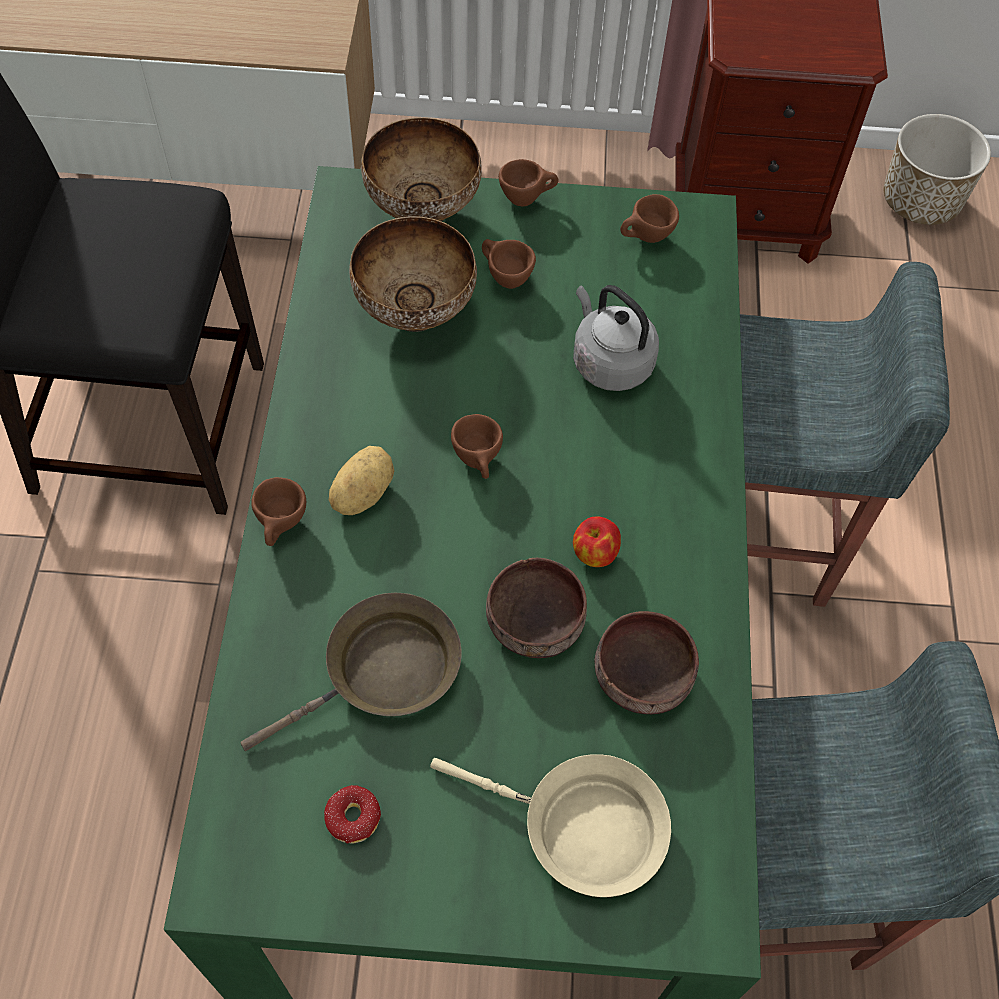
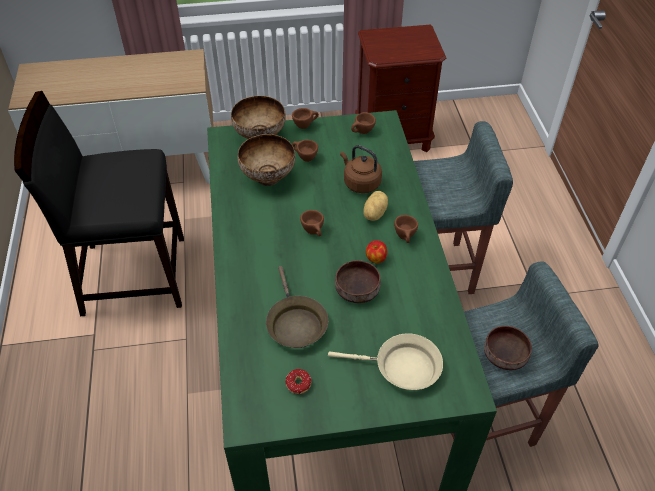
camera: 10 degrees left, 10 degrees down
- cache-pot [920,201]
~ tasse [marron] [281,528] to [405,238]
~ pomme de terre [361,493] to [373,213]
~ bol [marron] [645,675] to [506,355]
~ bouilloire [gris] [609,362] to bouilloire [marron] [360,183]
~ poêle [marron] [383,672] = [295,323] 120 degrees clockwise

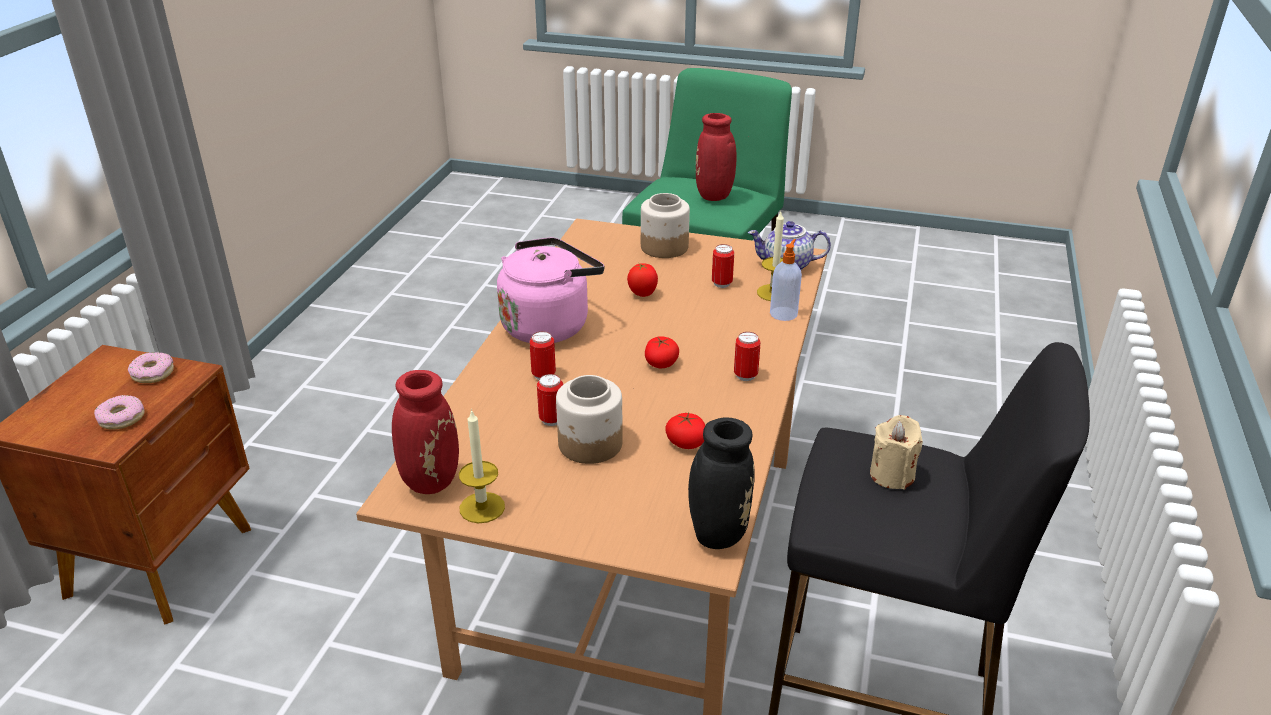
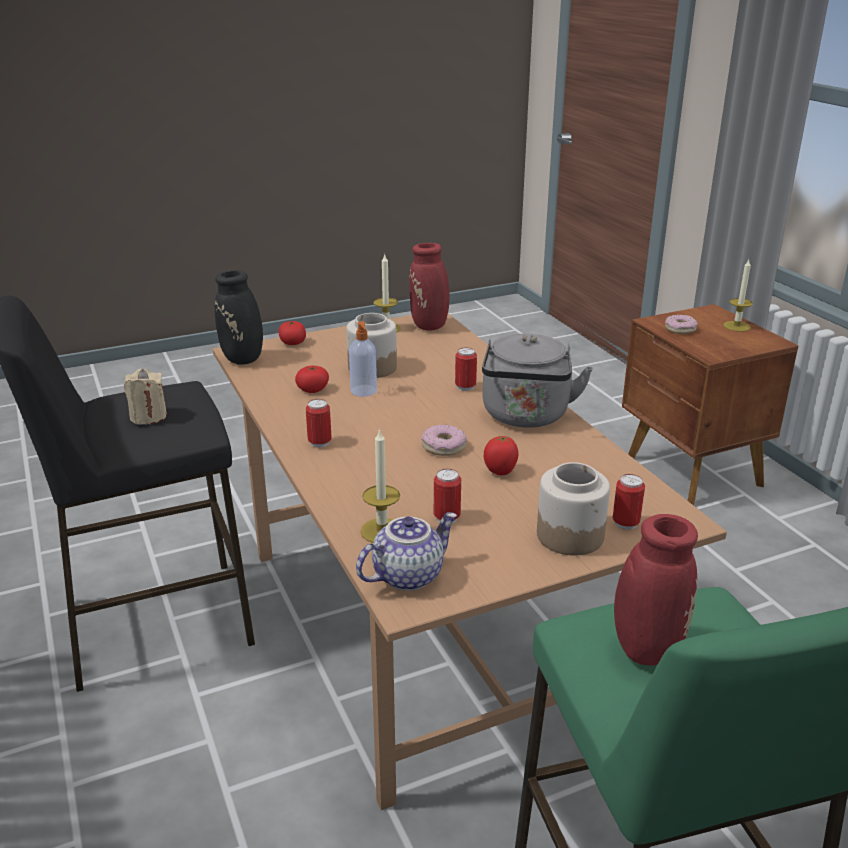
camera: 140 degrees right, 5 degrees down
+ bougie [736,326]
~ beignet [153,373] to [443,447]
~ boîte métallique [552,420] to [625,523]
~ tomate [661,363] to [293,342]
~ distributeur de savon [784,313] to [364,391]
~ bouilloire [rose] [549,324] to bouilloire [gris] [526,417]

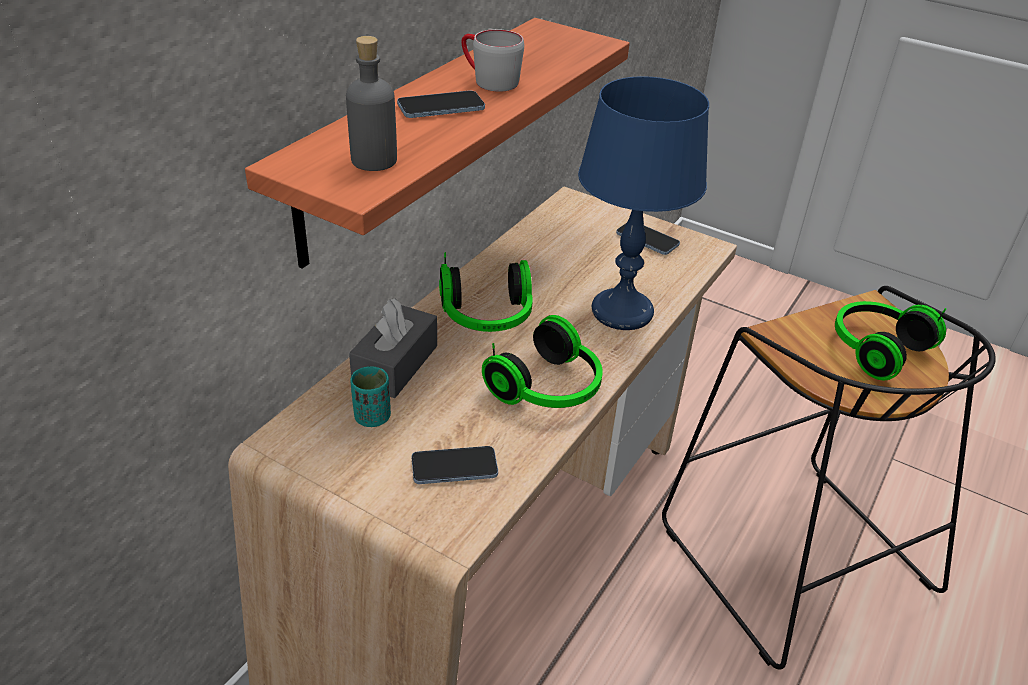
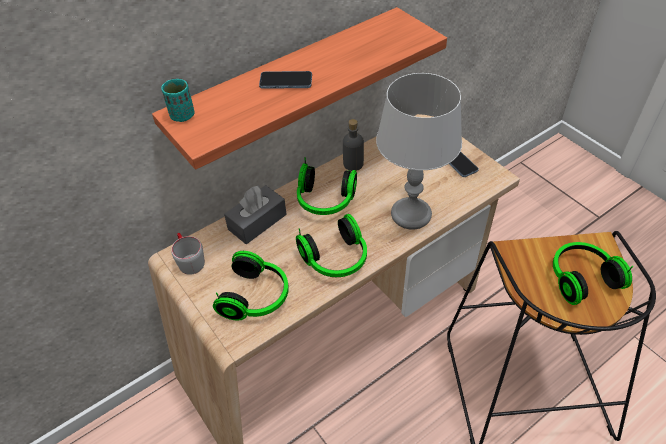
camera: 25 degrees right, 10 degrees up
~ bouteille [gris] [374,160] to [353,164]
~ tasse [turquoise] [372,417] to [182,116]
~ mug [gris] [488,80] to [189,260]
~ téléphone [454,467] to casque audio [257,297]
~ lampe de table [bleu] [621,312] to lampe de table [gris] [410,215]

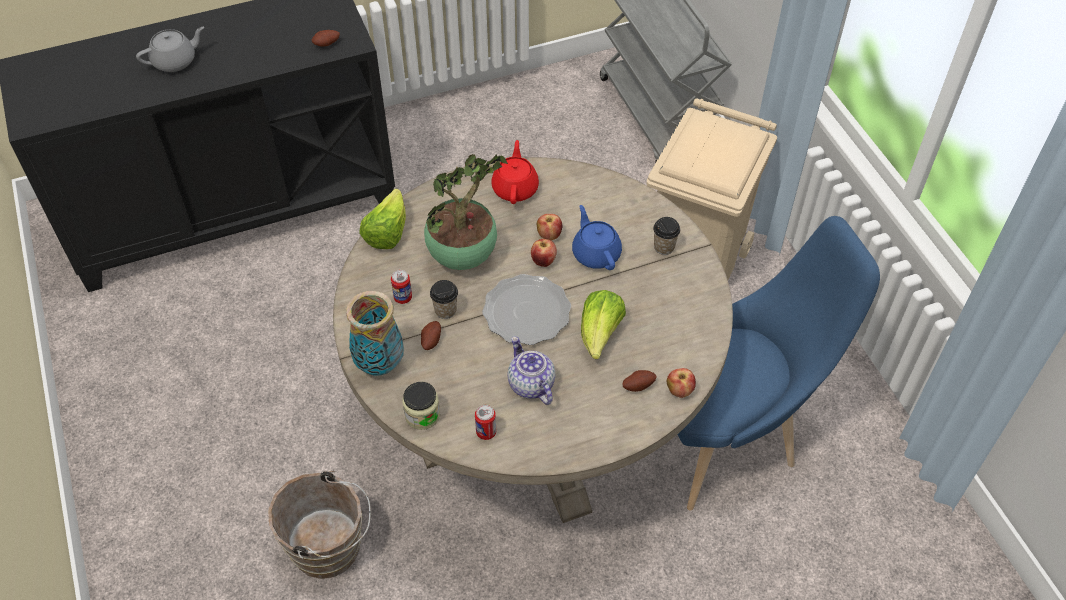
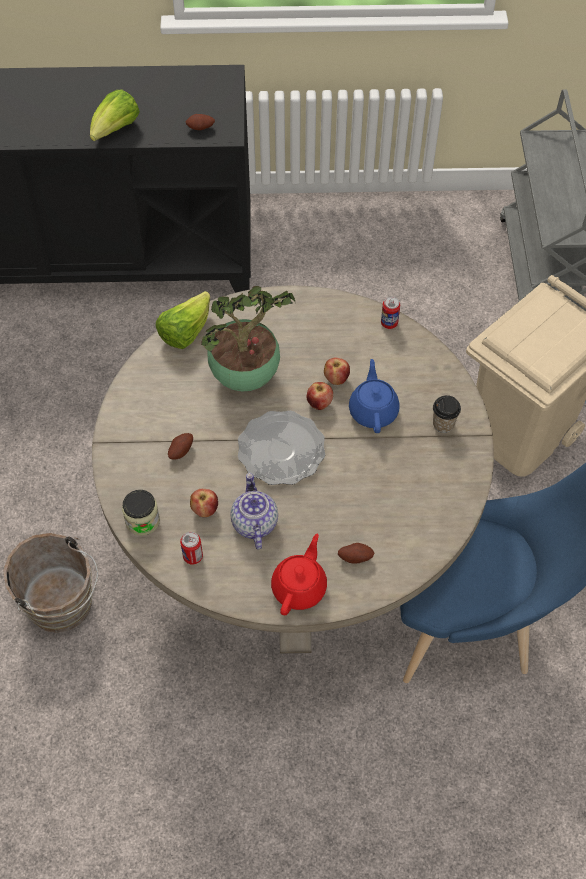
camera: 20 degrees right, 5 degrees up
- théière [gris] [175,61]
- vase [380,364]
- tasse [445,310]
~ boîte métallique [403,297] to [389,323]
~ théière [rouge] [515,188] to [300,587]
~ laitue [600,334] to [115,130]
~ pomme [679,390] to [205,510]

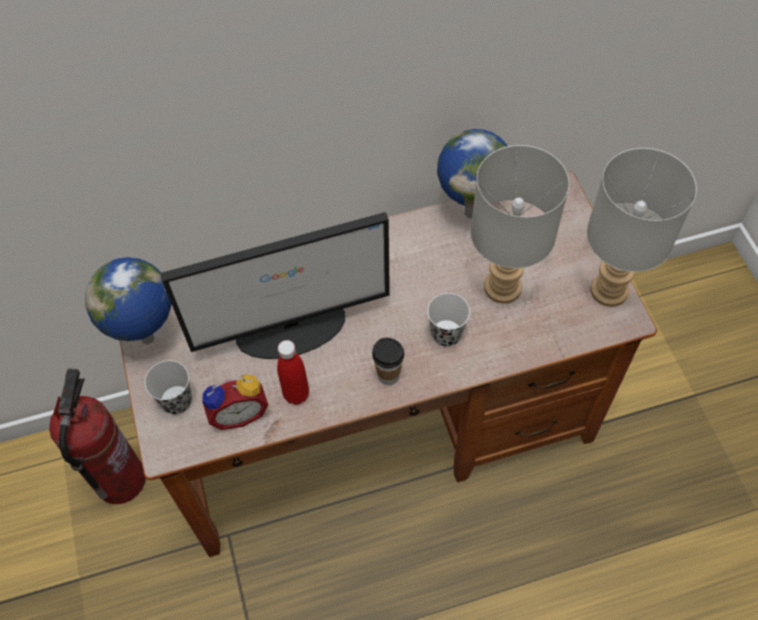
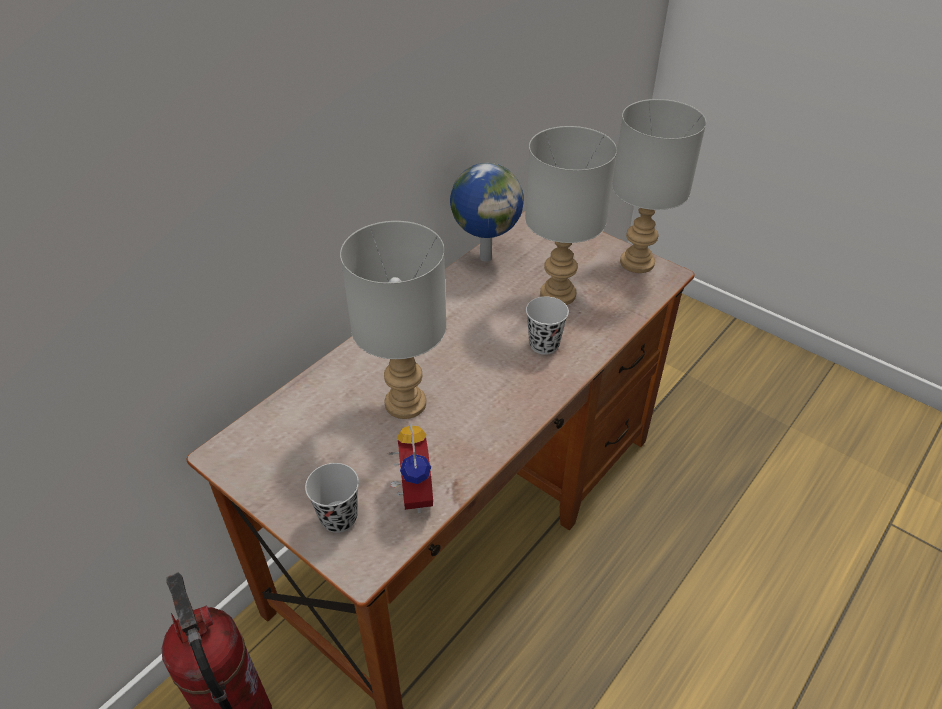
camera: 35 degrees left, 15 degrees down
- globe [149,339]
- bouteille [rouge] [296,394]
- tasse [388,375]
~ écran d'ordinateur [293,327] to lampe de table [gris] [405,402]
~ réveil [238,412] = [411,494] 45 degrees counterclockwise

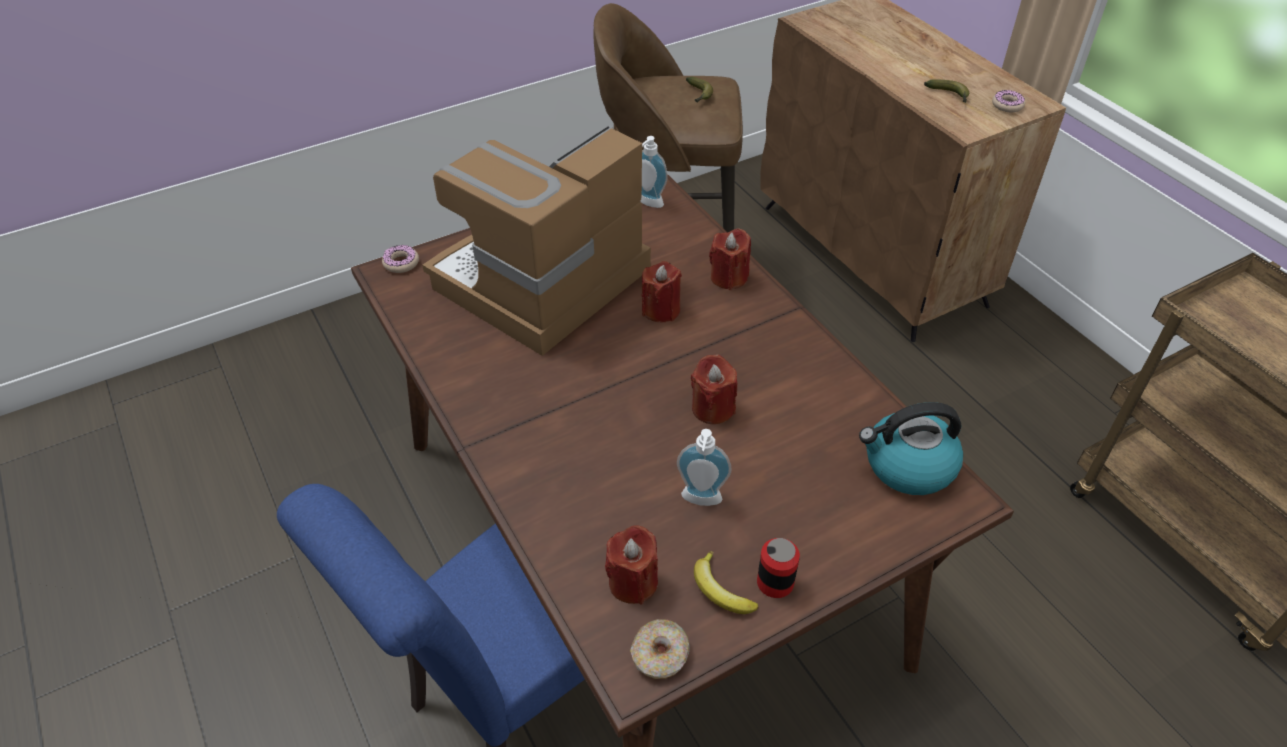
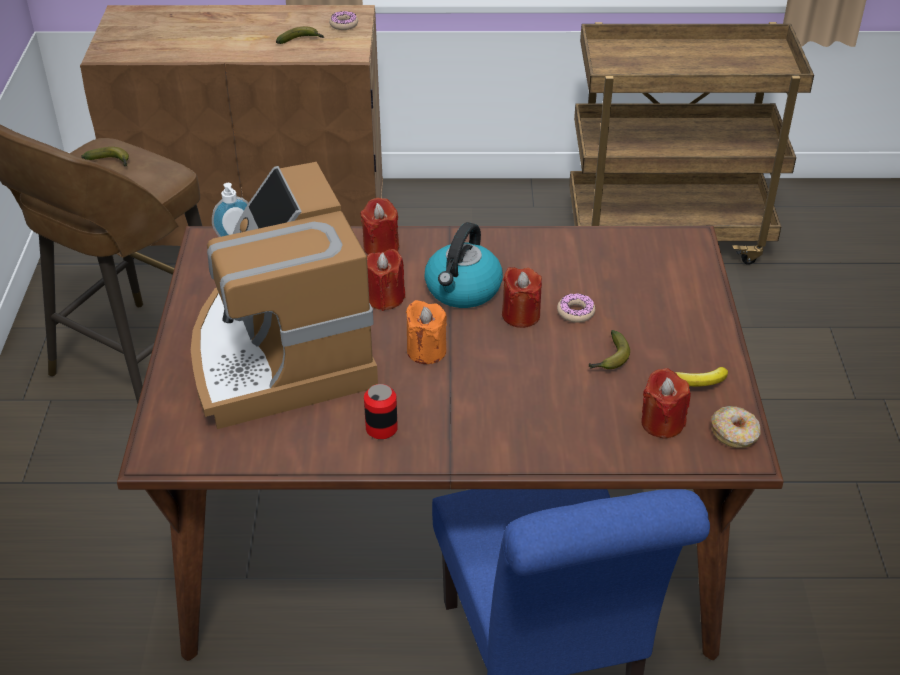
camera: 60 degrees left, 5 degrees down
+ bougie [orange] [426,351]
~ beignet [401,263] to [575,312]
~ boîte métallique [775,583] to [381,428]
~ bouilloire [907,466] to [463,290]
~ distributeur de savon [701,501] to banane [609,359]

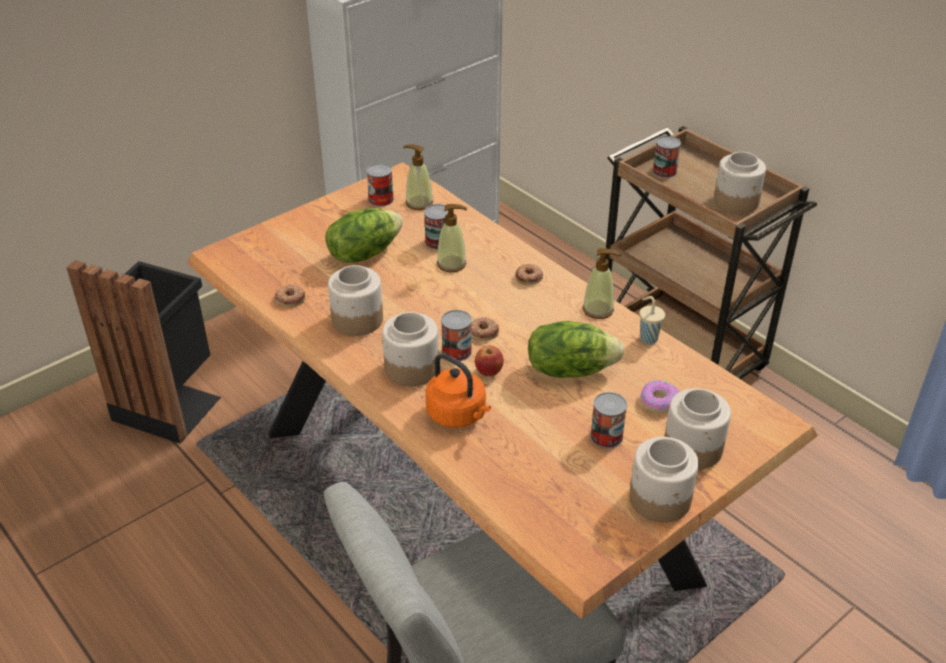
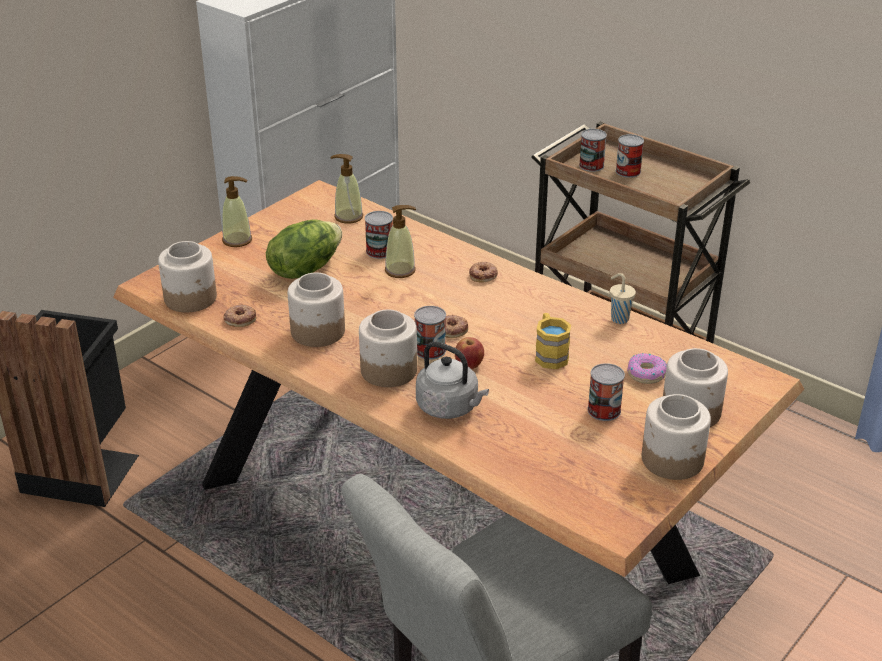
camera: 10 degrees left, 5 degrees down
~ boîte métallique [381,199] to [628,171]
~ distributeur de savon [598,310] to [237,240]
~ bocal [736,201] to [191,298]
~ laitue [570,369] to mug [jaune] [549,354]
~ bouilloire [orange] [458,415] to bouilloire [gris] [450,407]

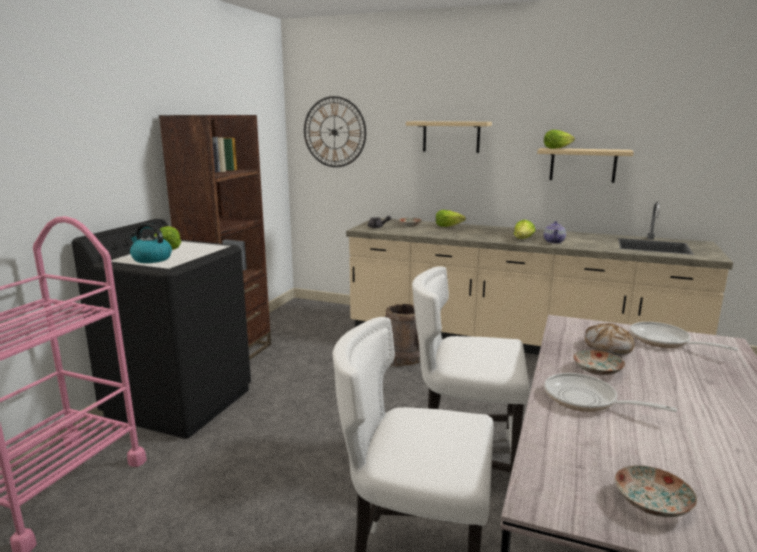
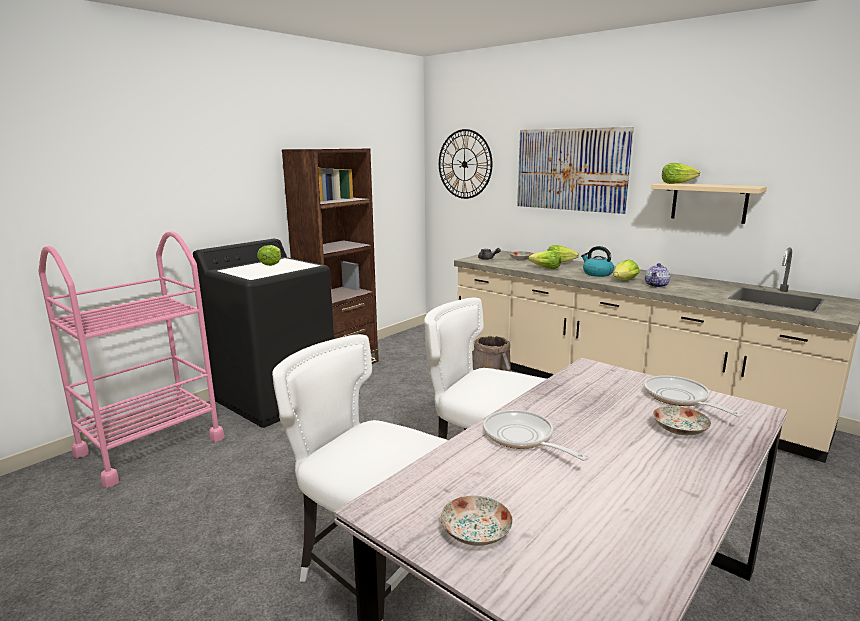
camera: 20 degrees right, 0 degrees up
- pain [608,347]
+ laitue [545,268]
~ bouilloire [151,259] to [597,274]
~ assiette [597,371] to [679,430]
~ étagère [beige] [451,136] to tableau [571,169]

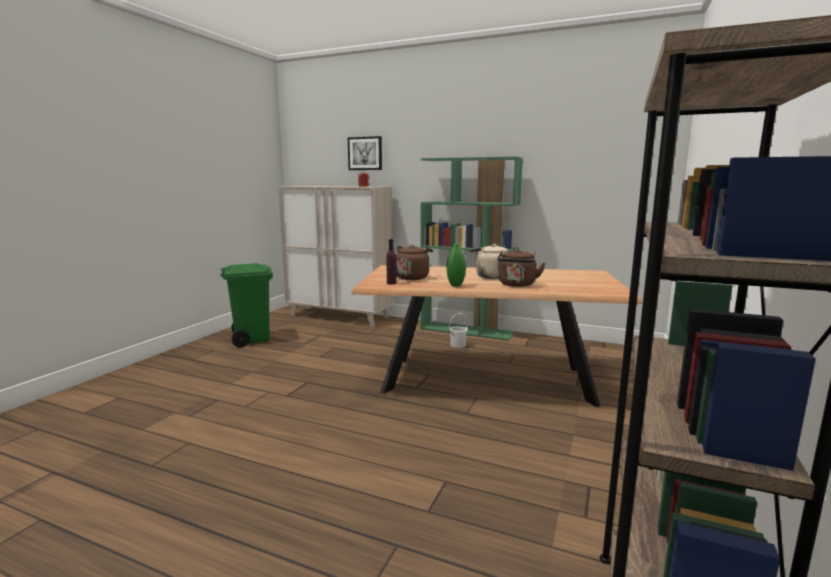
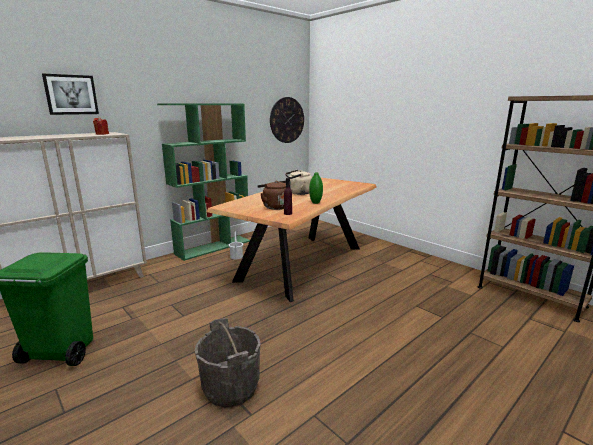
camera: 65 degrees left, 5 degrees up
- bouilloire [marron] [517,285]
+ seau [gris] [231,387]
+ horloge murale [287,120]

